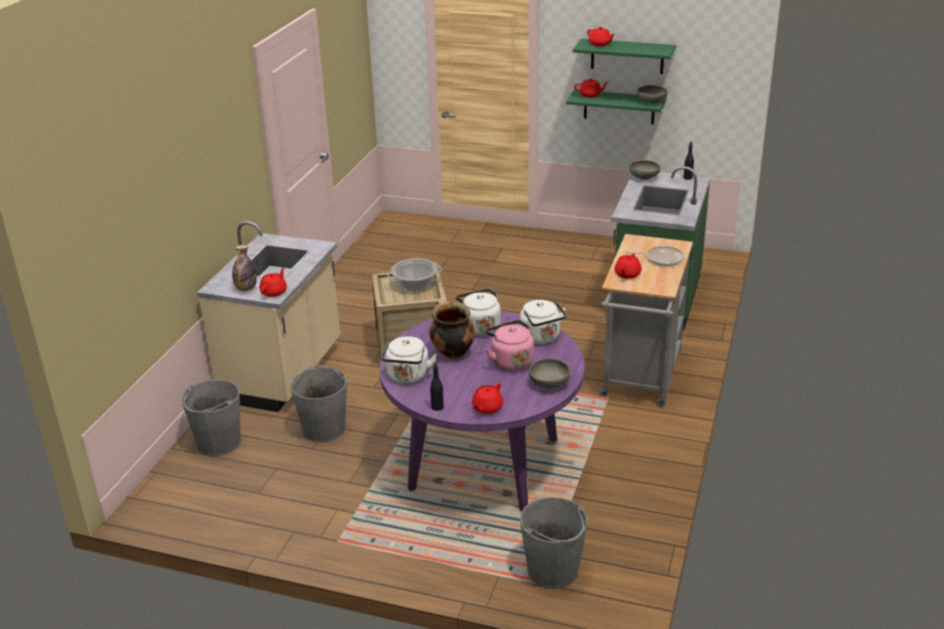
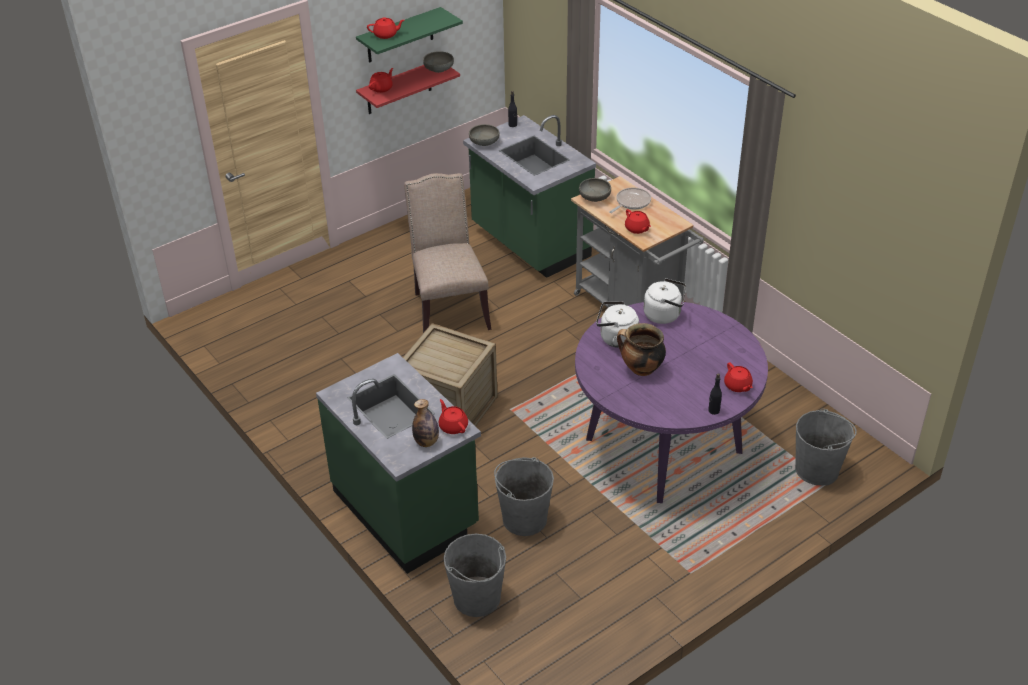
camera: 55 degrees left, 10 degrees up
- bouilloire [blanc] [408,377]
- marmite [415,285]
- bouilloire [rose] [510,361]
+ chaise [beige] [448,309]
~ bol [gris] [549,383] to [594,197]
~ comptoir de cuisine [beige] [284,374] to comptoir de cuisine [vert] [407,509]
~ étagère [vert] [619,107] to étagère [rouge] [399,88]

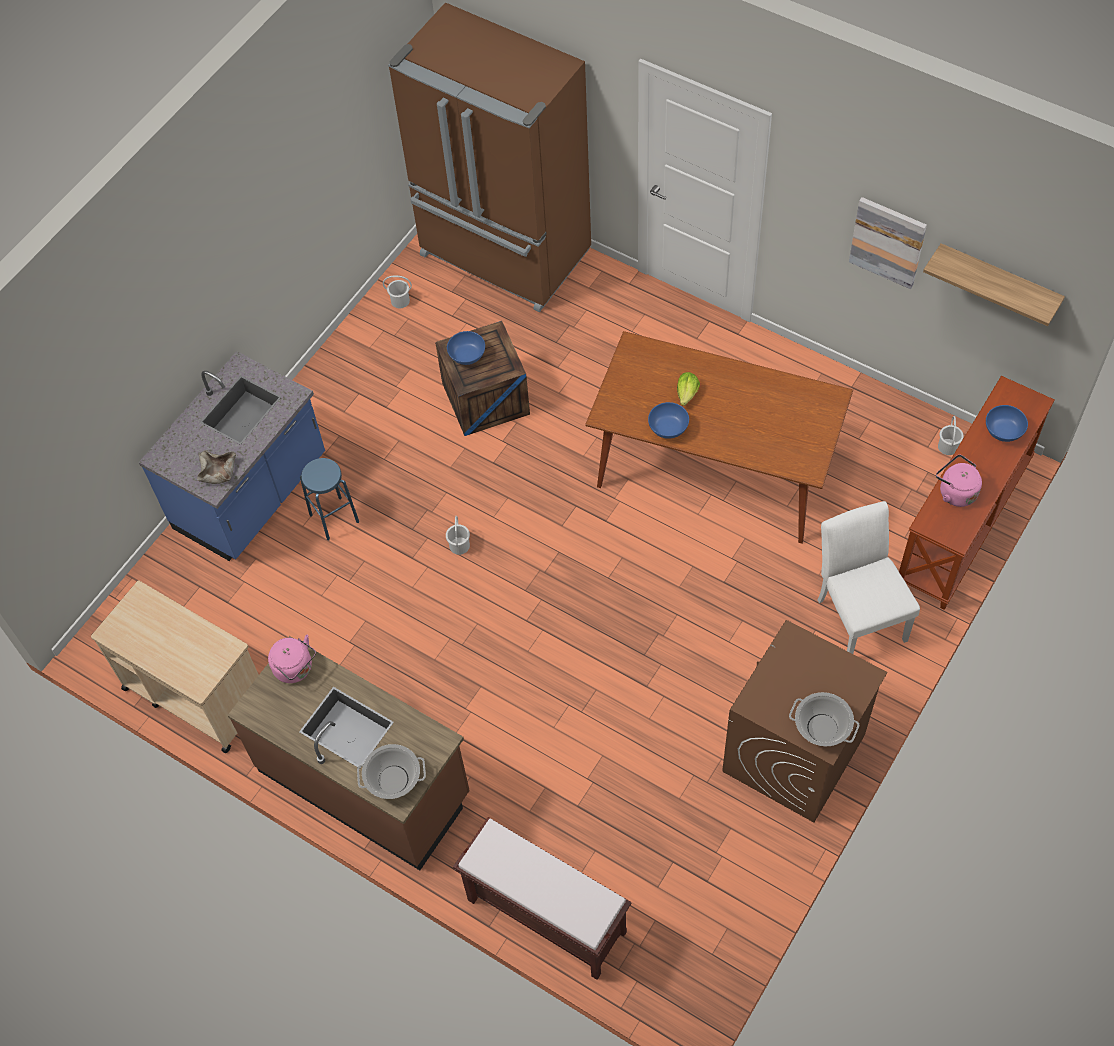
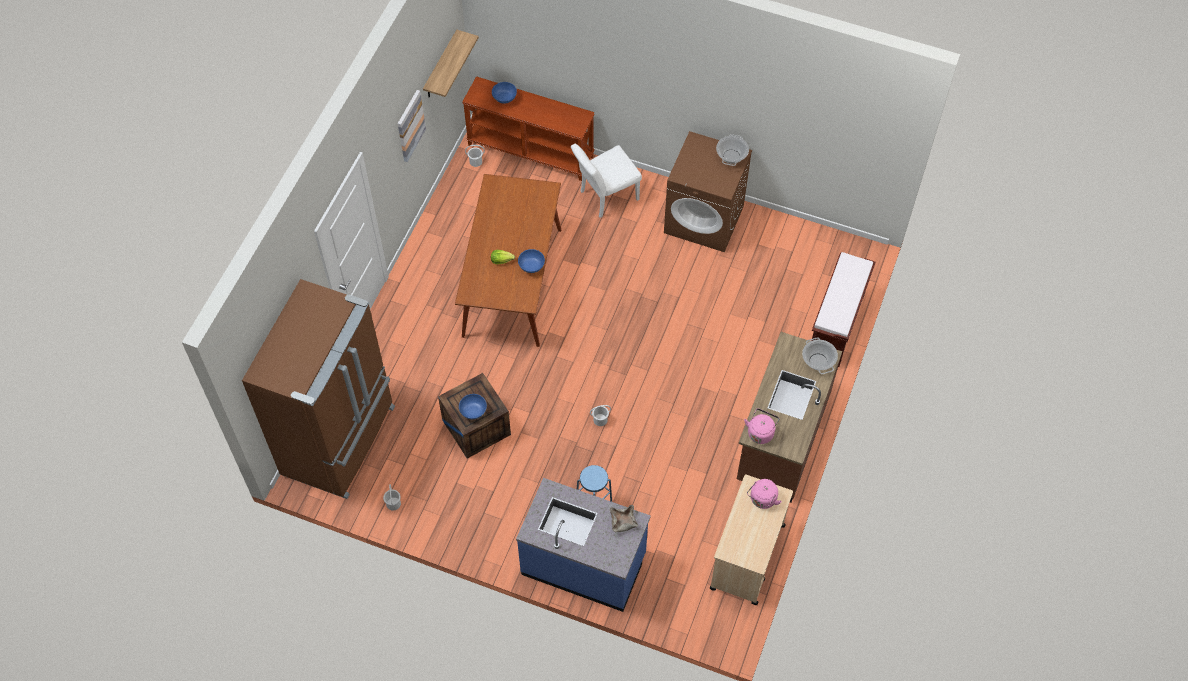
camera: 105 degrees left, 0 degrees up
~ bouilloire [rose] [955,492] to [762,500]

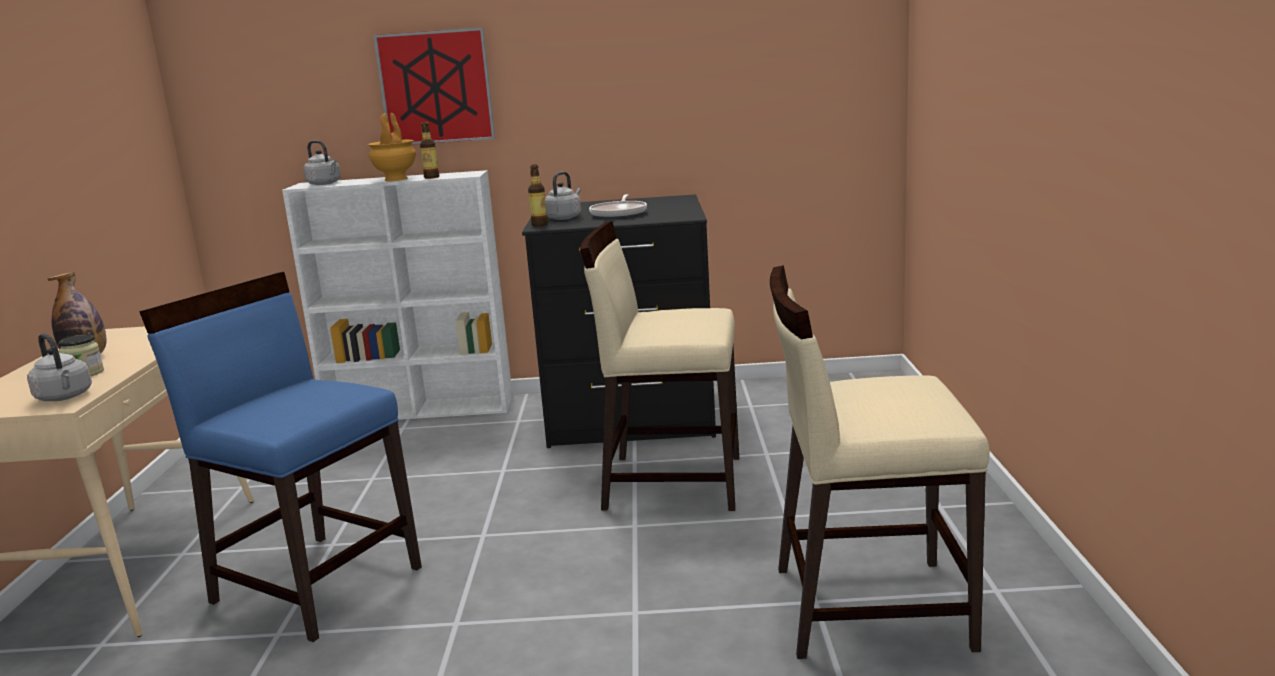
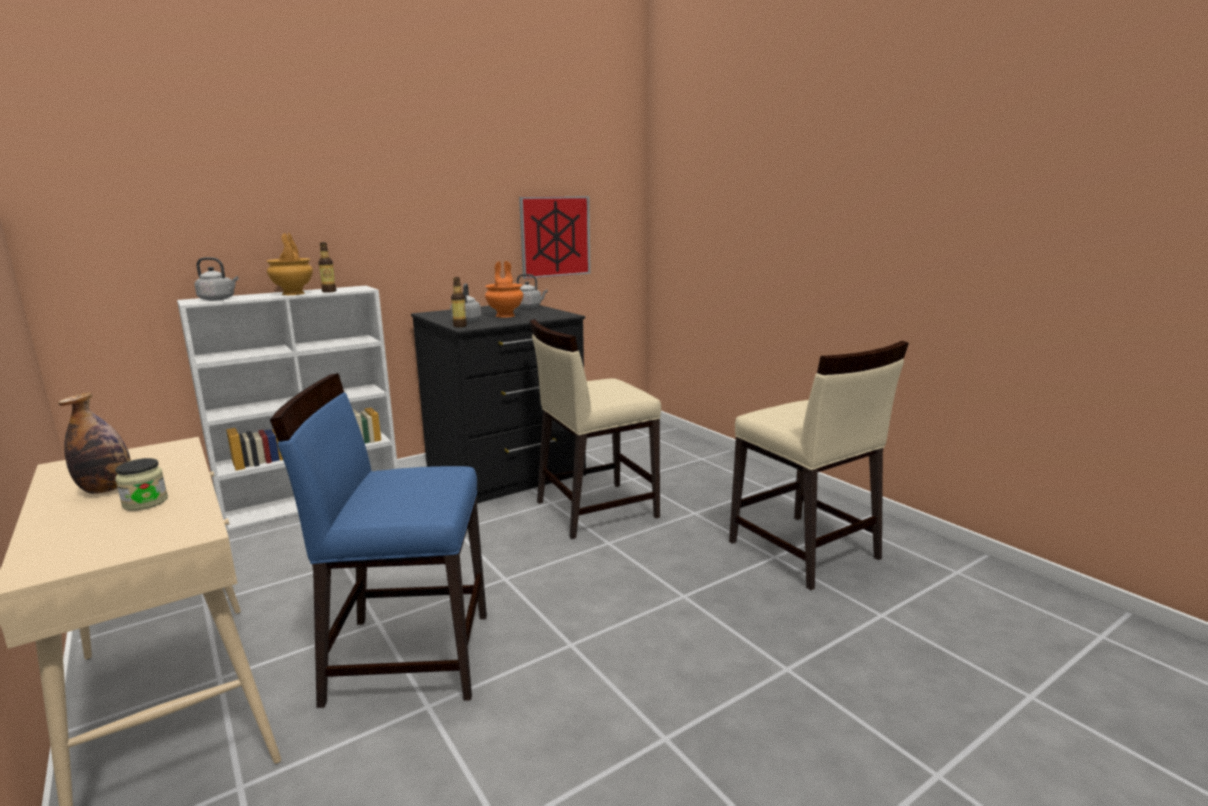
camera: 35 degrees left, 0 degrees up
~ bouilloire [gris] [65,397] to [529,307]
~ tableau [435,87] to [555,236]
~ poêle [619,213] to vase [orange] [505,315]
~ chaise [beige] [868,606] = [803,551] 90 degrees counterclockwise

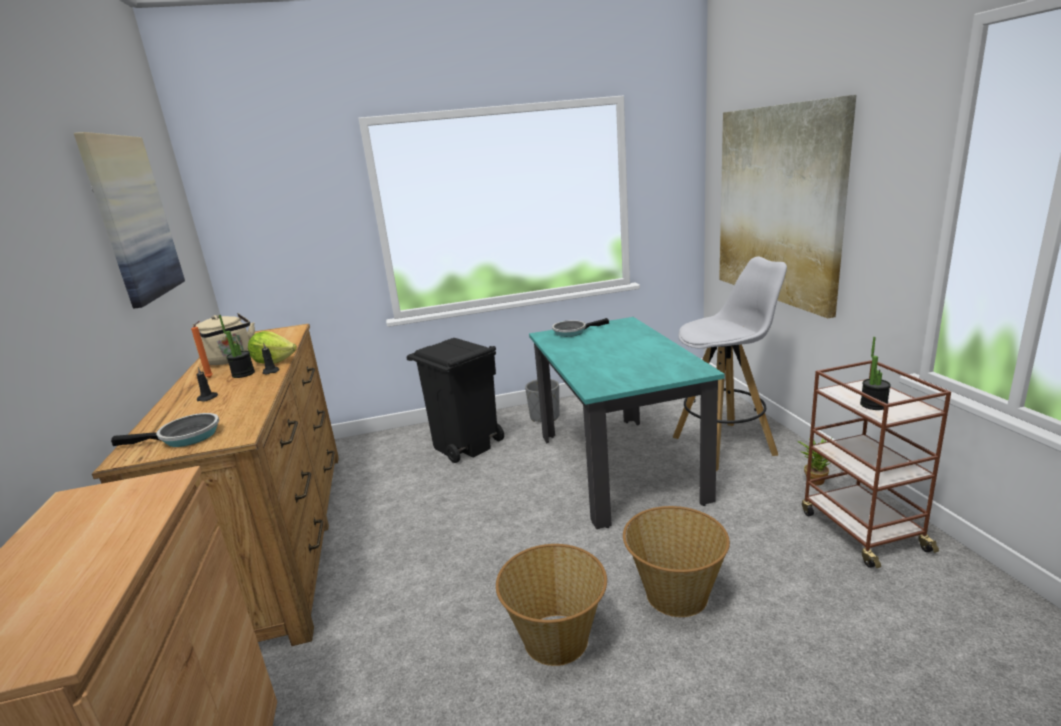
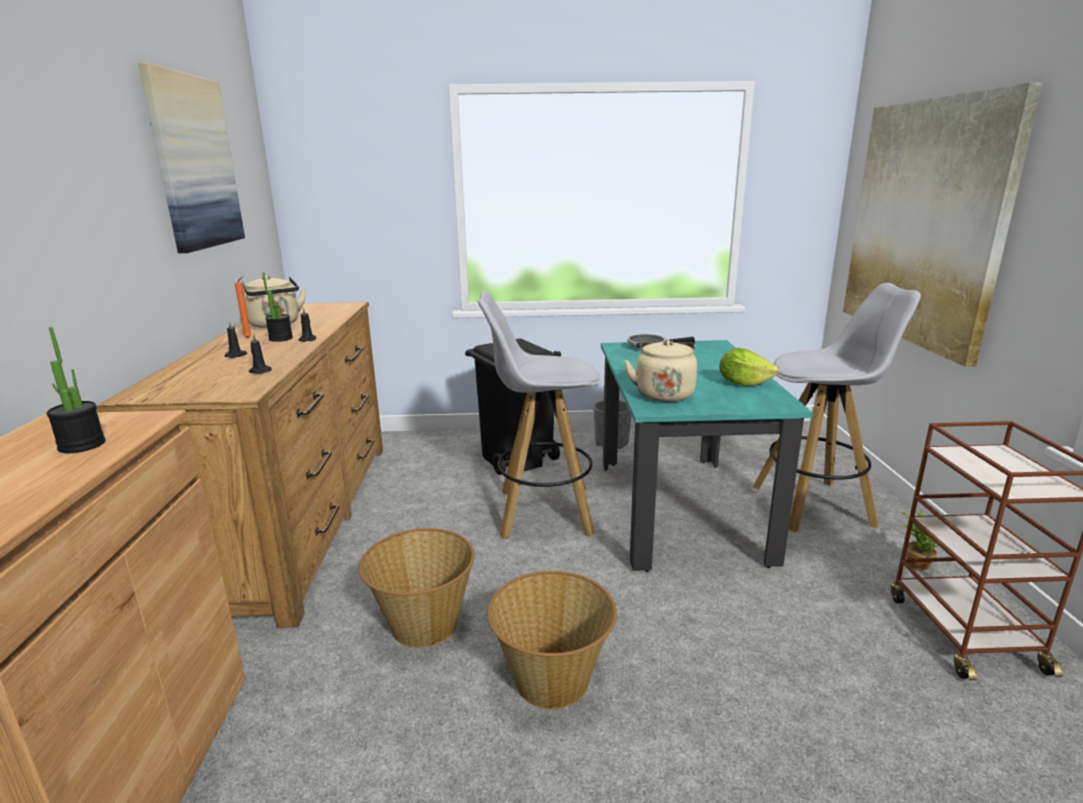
camera: 10 degrees right, 0 degrees up
- poêle [185,437]
+ bougie [noir] [259,371]
+ tabouret [blanc] [542,512]
+ bouilloire [beige] [663,394]
~ laitue [274,361] to [743,383]
~ panier [675,594] to [423,624]
~ plante en pot [873,405] to [82,445]

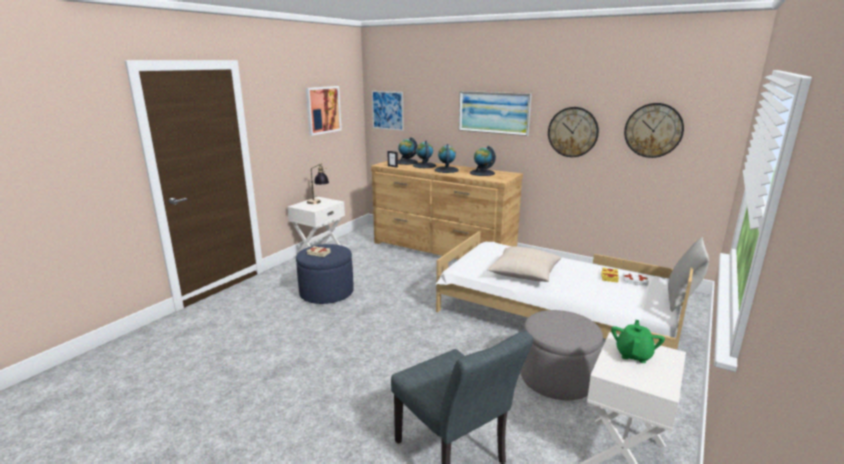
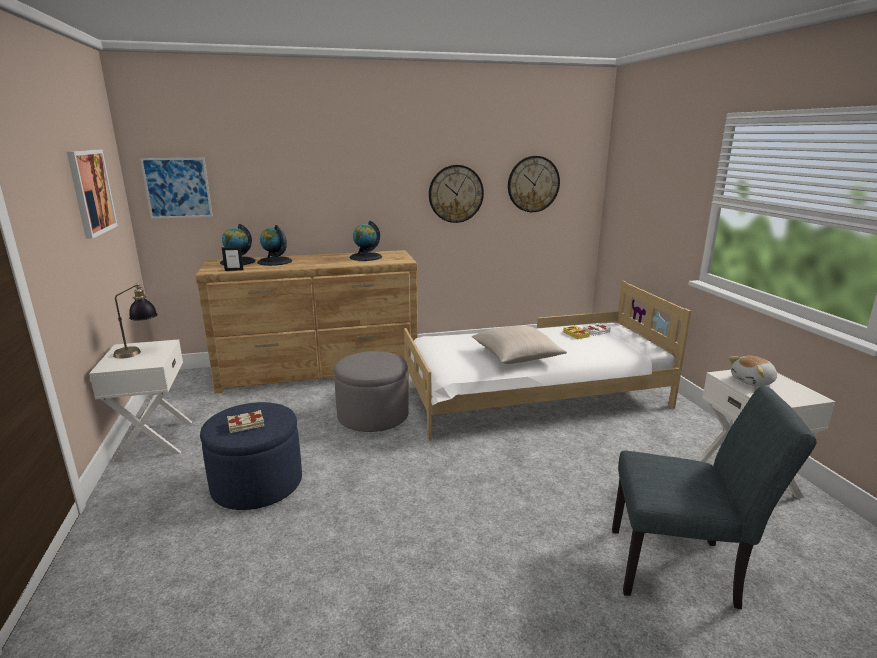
camera: 45 degrees left, 0 degrees up
- globe [446,170]
- tableau [493,112]
- coussin [gris] [681,300]
~ pouf [gris] [557,378] to [373,416]
~ théière [vert] [633,354] to peluche [753,382]

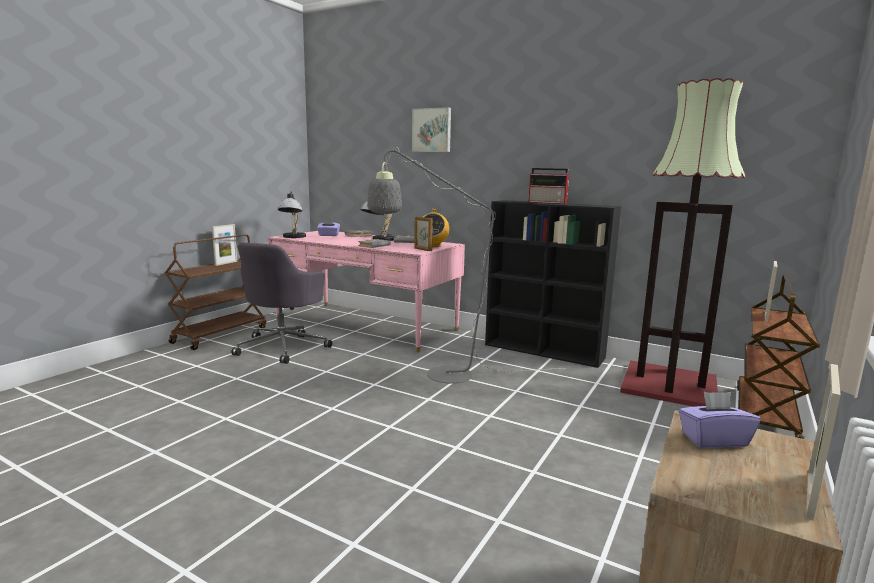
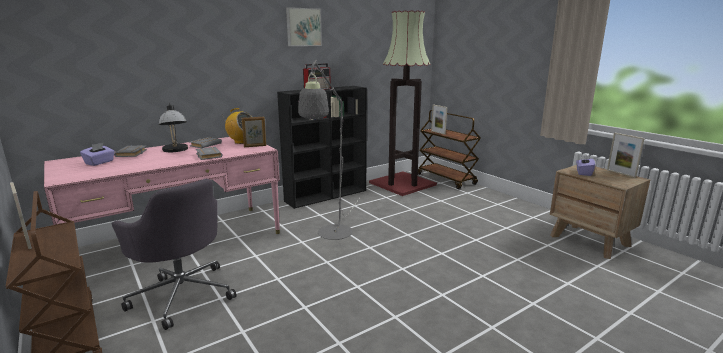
camera: 65 degrees left, 5 degrees up
- lampe de table [293,237]
~ tableau [432,130] to [303,27]

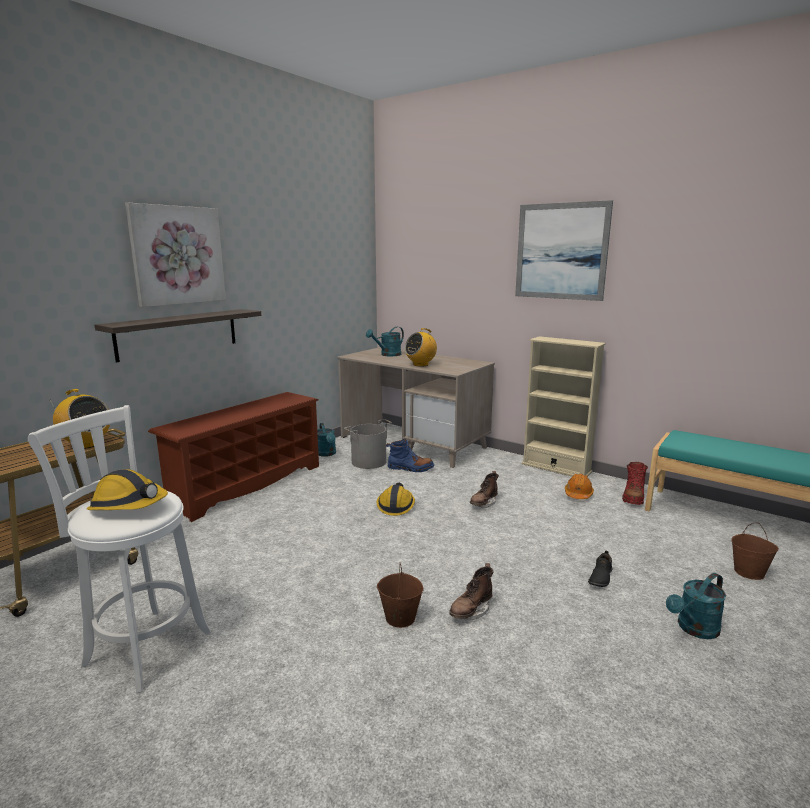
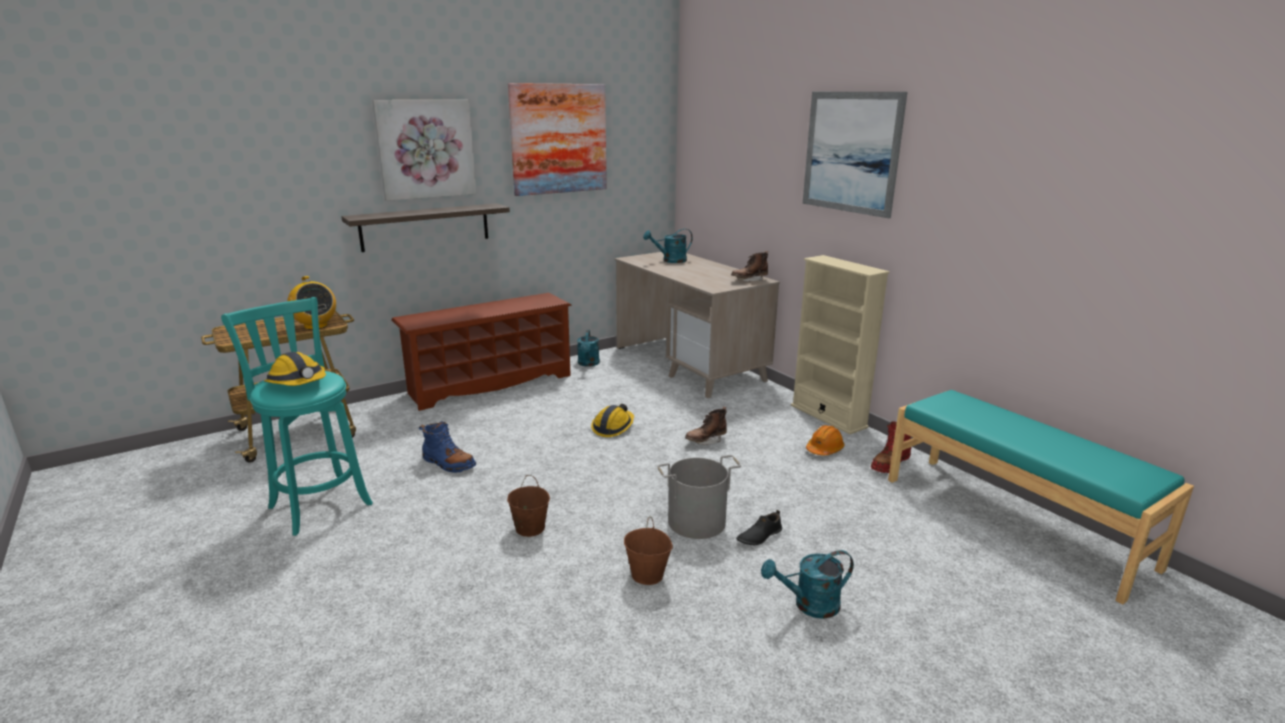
camera: 20 degrees right, 5 degrees up
- radio [421,364]
+ tableau [559,139]
~ seau [gris] [369,462] to [697,522]
~ botte [bleu] [410,468] to [448,463]
~ botte [marron] [471,611] to [749,280]
~ seau [marron] [749,572] to [648,575]
~ tabouret [blanc] [144,646] to tabouret [turquoise] [318,503]

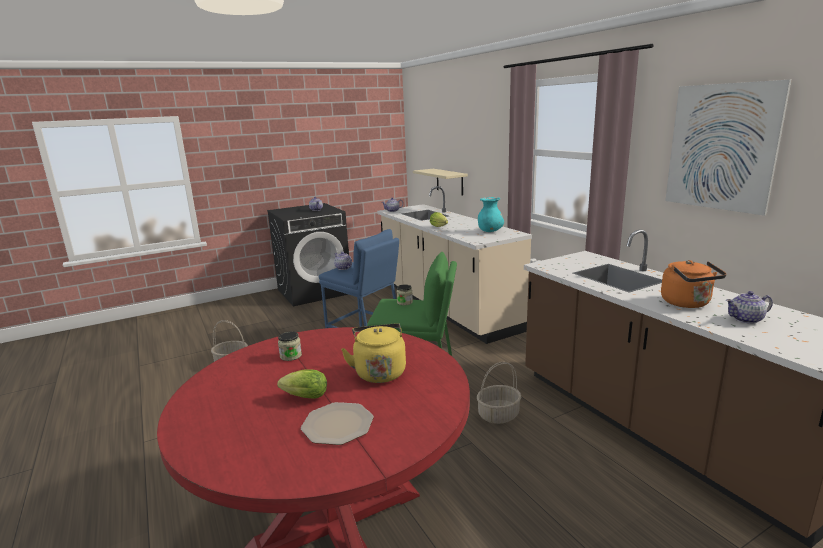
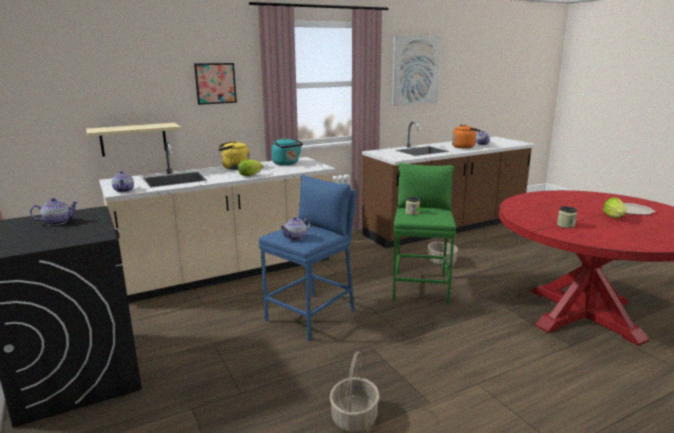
camera: 90 degrees left, 0 degrees up
+ tableau [215,83]
~ bouilloire [jaune] [379,372] to [234,168]
~ vase [turquoise] [490,231] to bouilloire [turquoise] [287,164]

